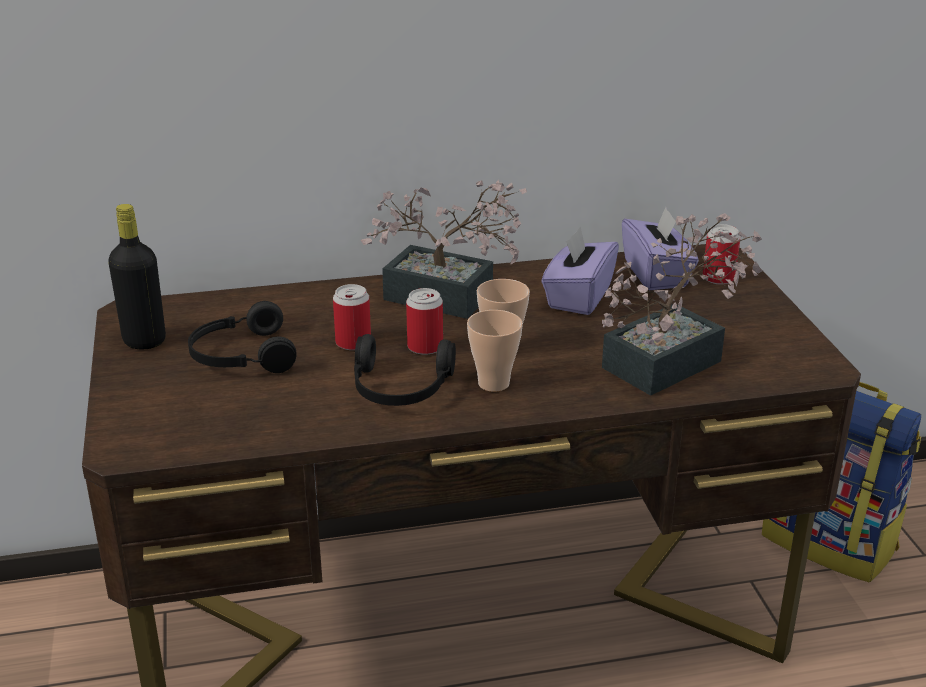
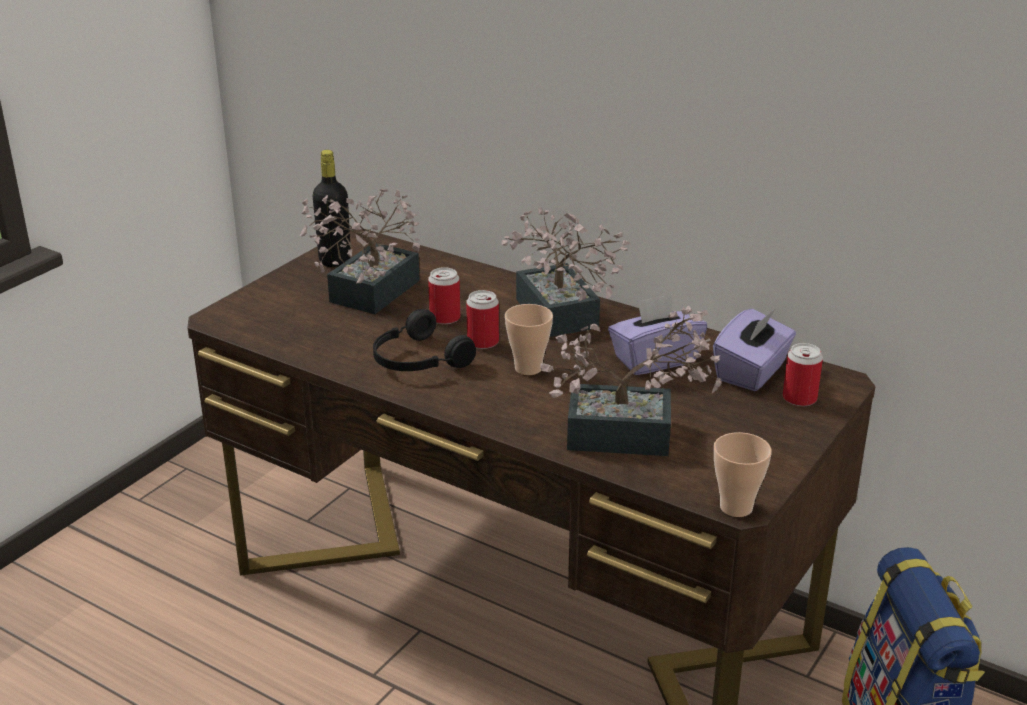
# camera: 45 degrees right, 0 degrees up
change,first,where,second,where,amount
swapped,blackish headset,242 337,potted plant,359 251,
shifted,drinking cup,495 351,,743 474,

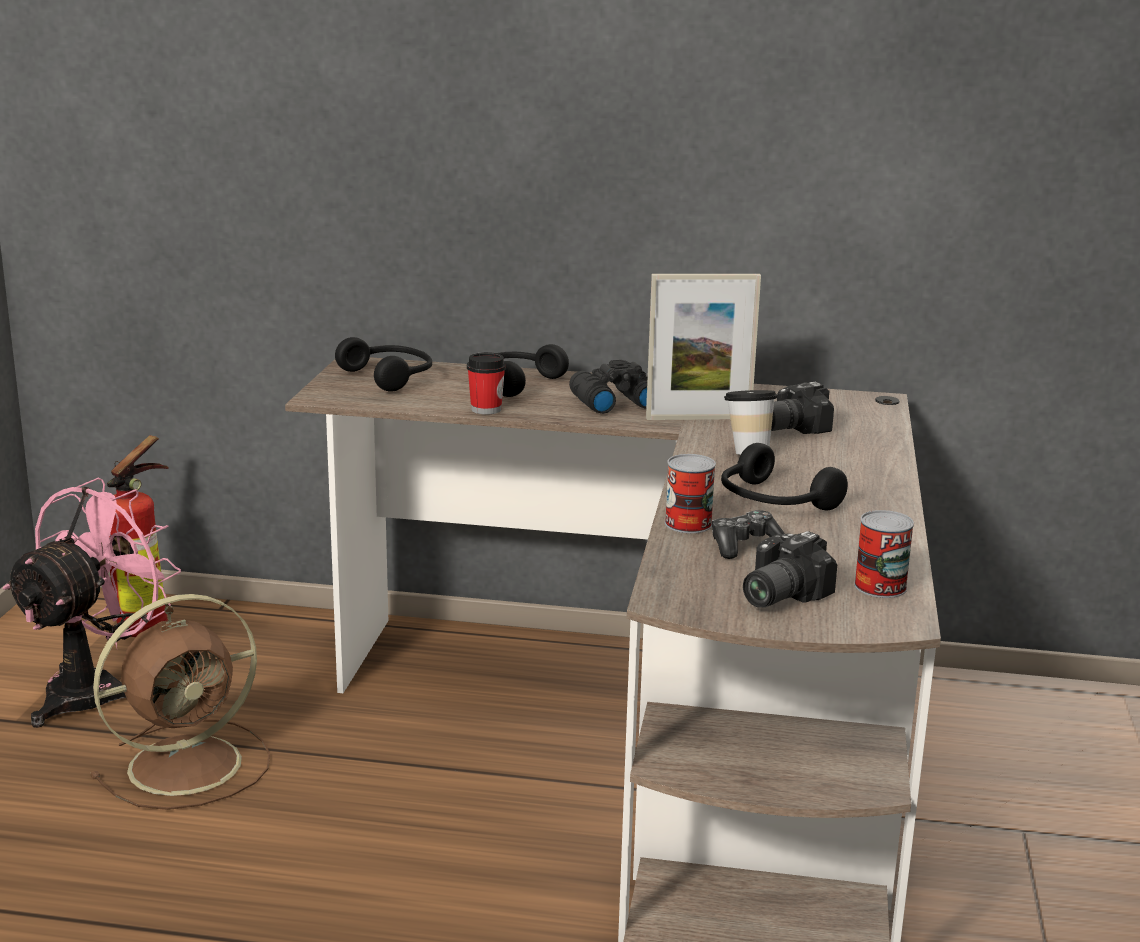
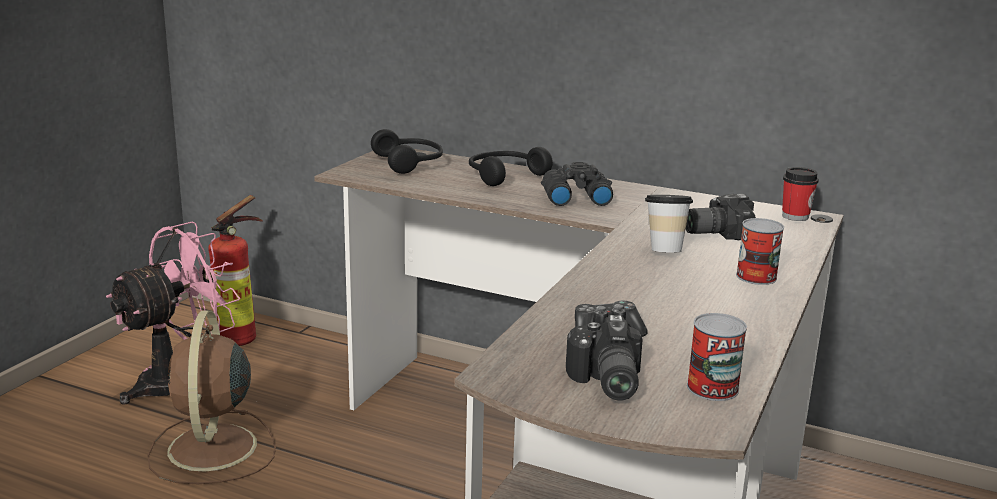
# camera: 15 degrees right, 0 degrees up
change,first,where,second,where,amount
gone,picture frame,703 347,,,
shifted,drinking cup,486 383,,800 194,
gone,blackish headset,784 477,,,
shifted,sealed can,690 493,,760 251,
rotated,still camera,790 569,,604 358,60 degrees counterclockwise
rotated,brown-coloured electric fan,180 702,,212 397,105 degrees clockwise

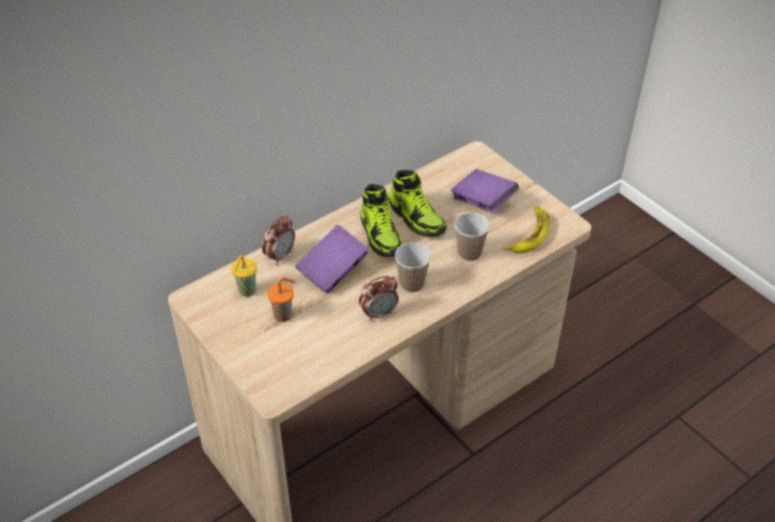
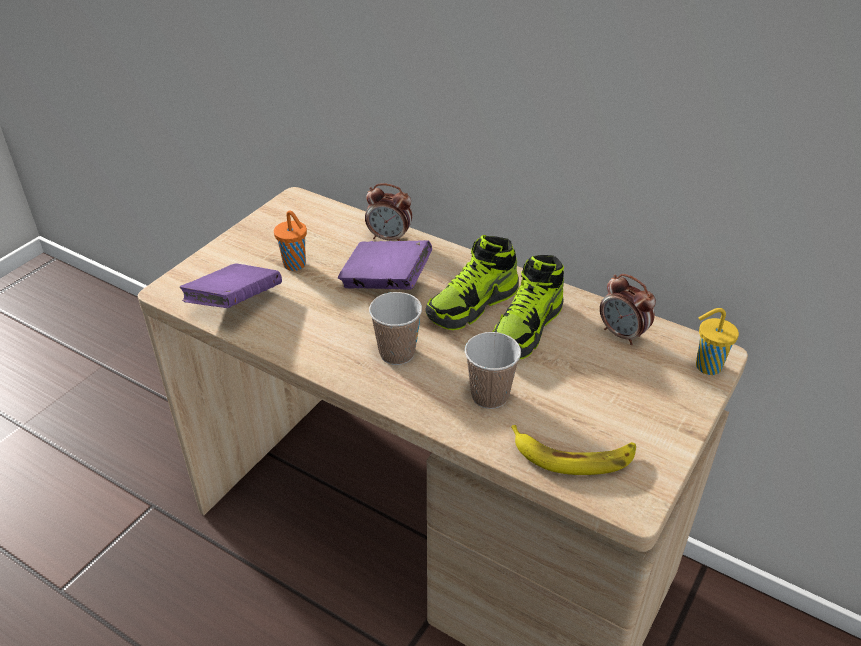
# camera: 70 degrees right, 5 degrees down
change,first,where,second,where,amount
shifted,purple-coloured bound book,485 191,,231 285,
shifted,yellowish drinking cup,244 276,,717 341,
shifted,bedside clock,379 298,,628 309,

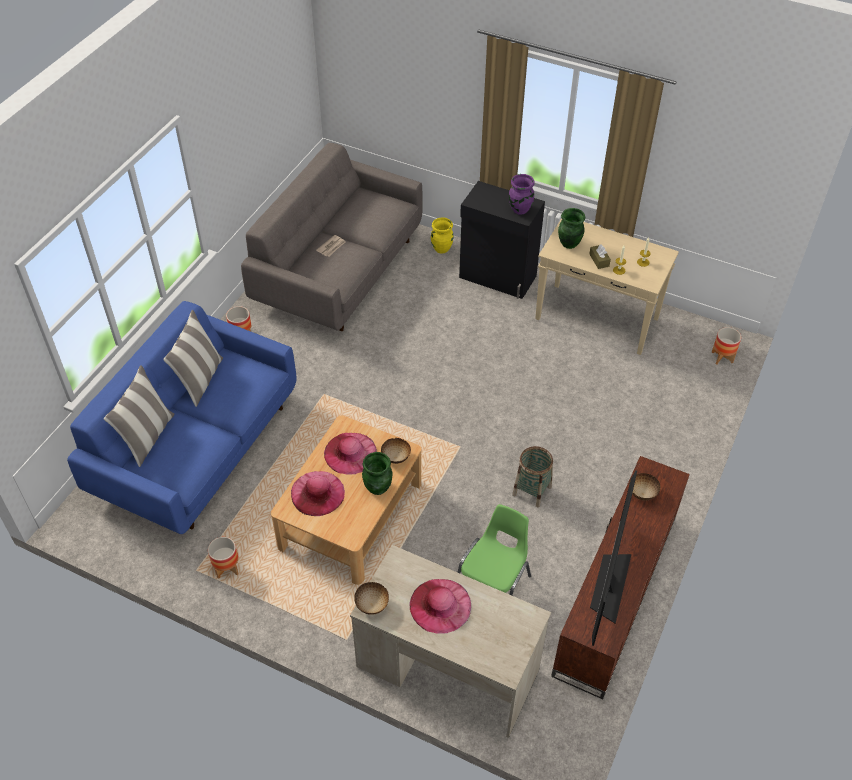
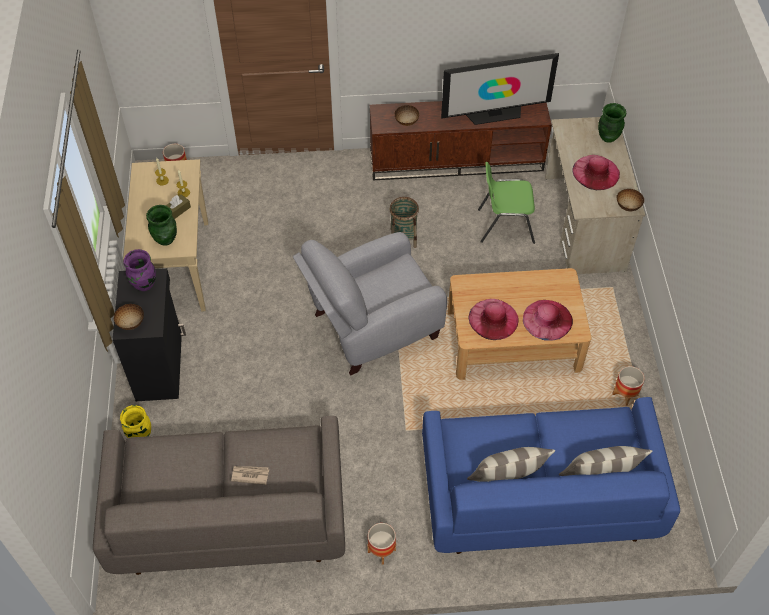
# camera: 120 degrees left, 5 degrees up
change,first,where,second,where,amount
shifted,deep dish,396 451,,129 317,
shifted,green-coloured vase,377 473,,612 123,
new,,,grey easy chair,370 303,

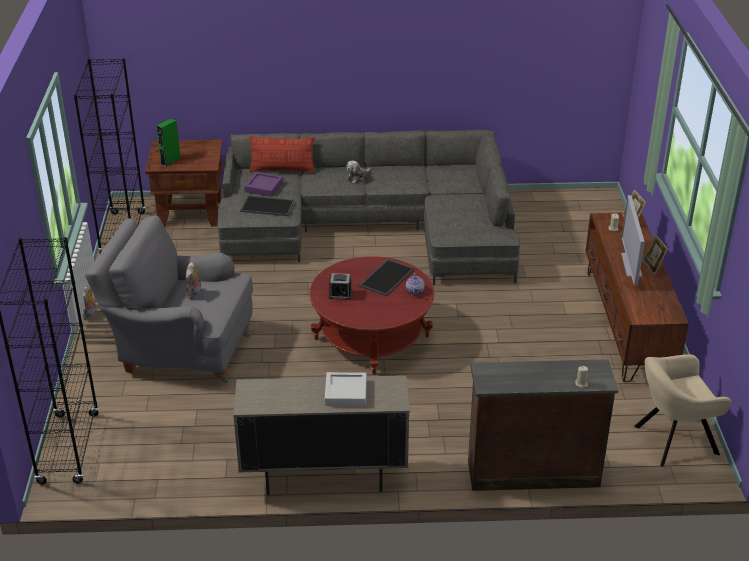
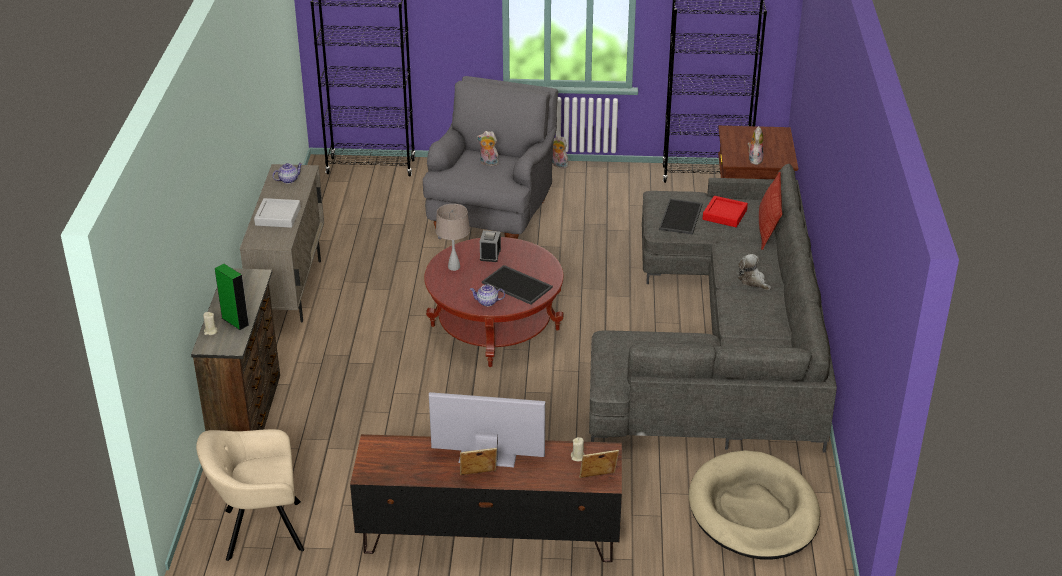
# camera: 95 degrees right, 0 degrees up
change,first,where,second,where,amount
shifted,green-coloured speaker,168 142,,232 297,
repainted,purple-coloured tray,263 184,reddish tray,725 211,
rotated,beige-coloured easy chair,682 410,,250 495,90 degrees counterclockwise
new,,,plush toy,756 145,
new,,,pot for tea,288 173,
new,,,beige-coloured lamp for a table,453 237,
new,,,beige-coloured dog bed,754 505,

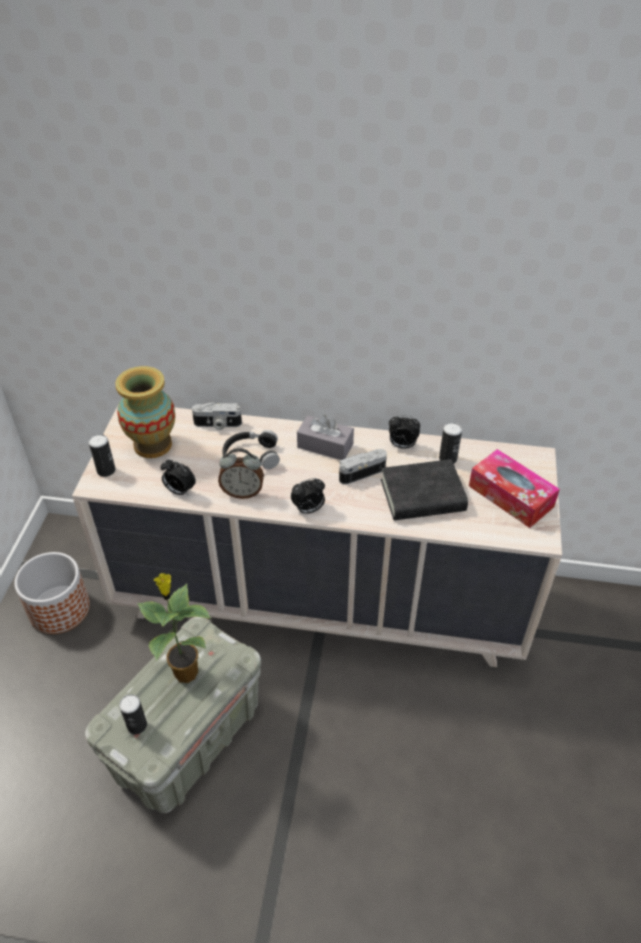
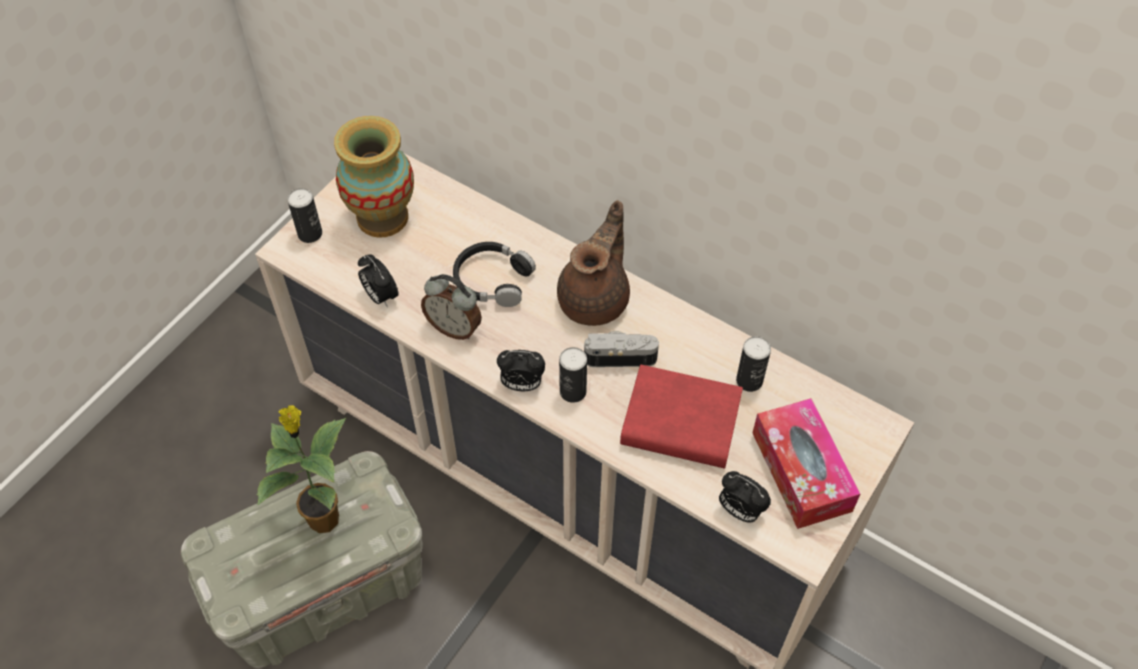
# camera: 25 degrees right, 10 degrees up
change,first,where,second,where,amount
gone,still camera,217 416,,,
swapped,grey tissue box,325 437,brown-coloured pot for tea,593 263,
shifted,bedside clock,404 432,,745 497,
repainted,blackish bound book,424 489,reddish bound book,681 416,
gone,plant pot,52 593,,,
shifted,sealed can,133 714,,573 375,

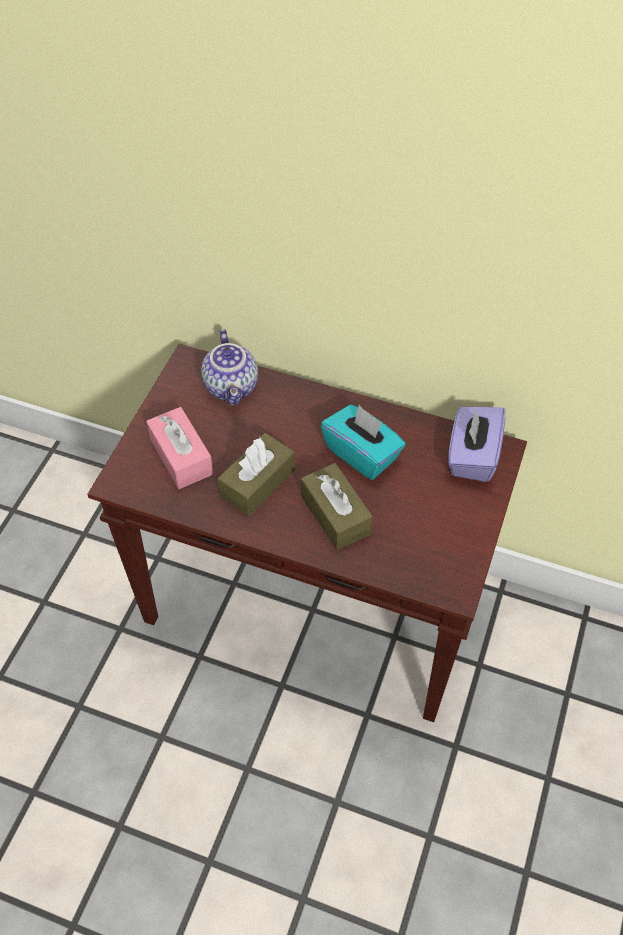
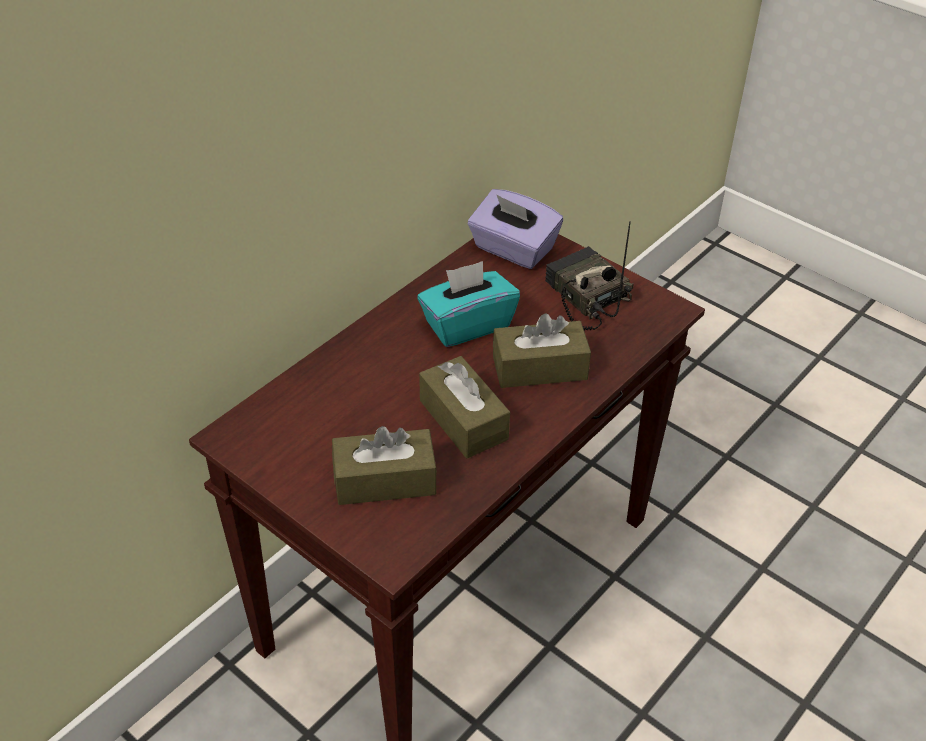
# camera: 70 degrees left, 10 degrees down
change,first,where,second,where,amount
gone,pot for tea,229 367,,,
repainted,pinkish tissue box,179 448,brown-coloured tissue box,384 465,
new,,,radio receiver,589 275,

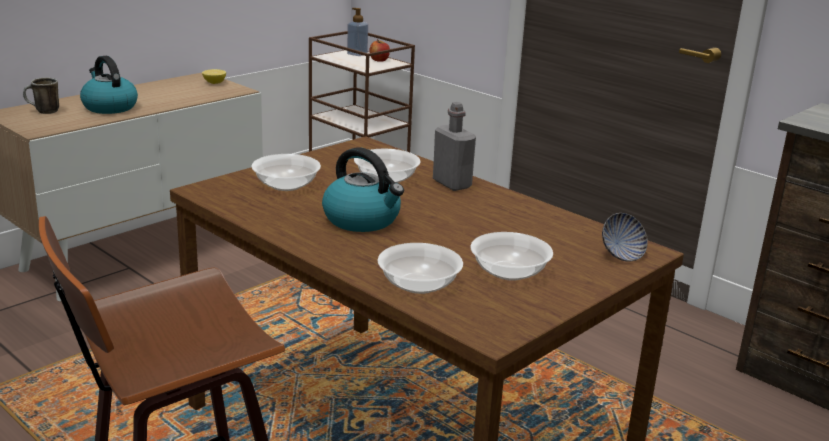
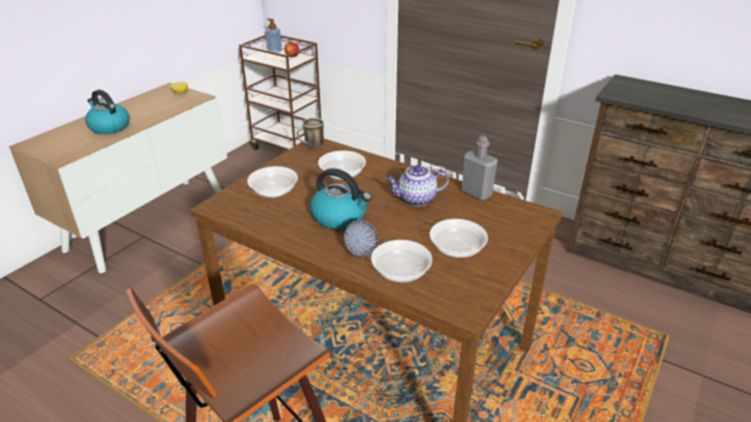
# camera: 10 degrees left, 10 degrees up
change,first,where,second,where,amount
shifted,tea mug,41 95,,310 133,
shifted,grey drink bottle,454 146,,479 168,
shifted,deep dish,625 237,,361 238,
new,,,pot for tea,417 185,

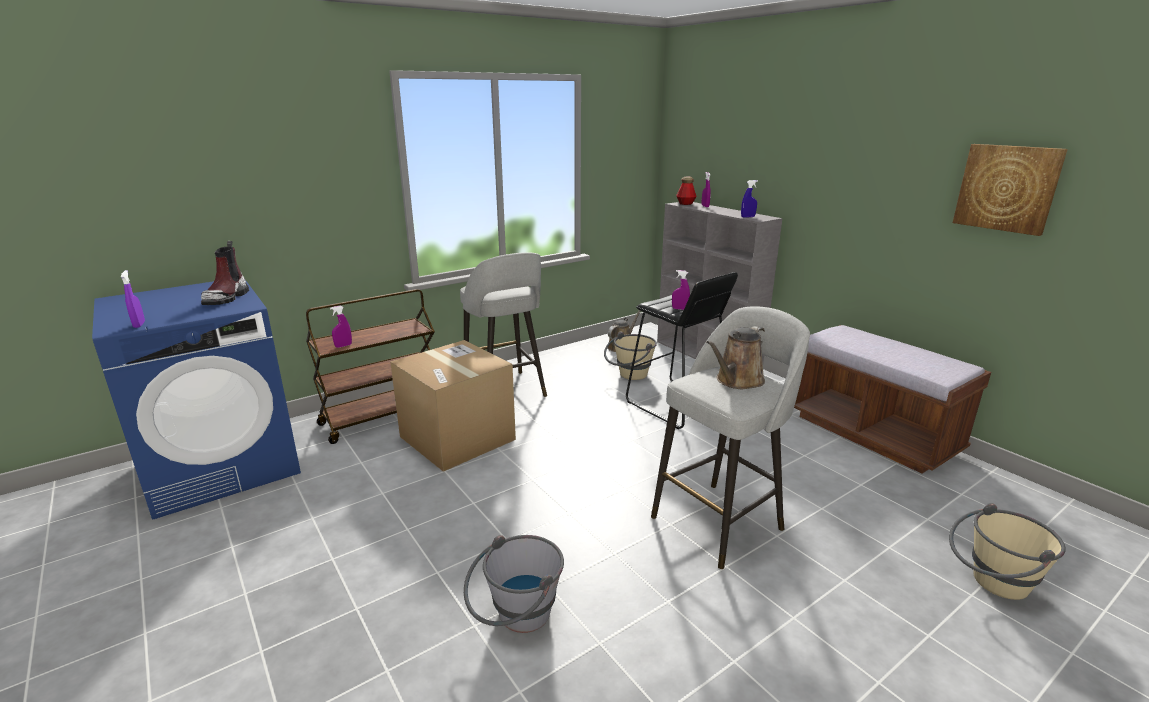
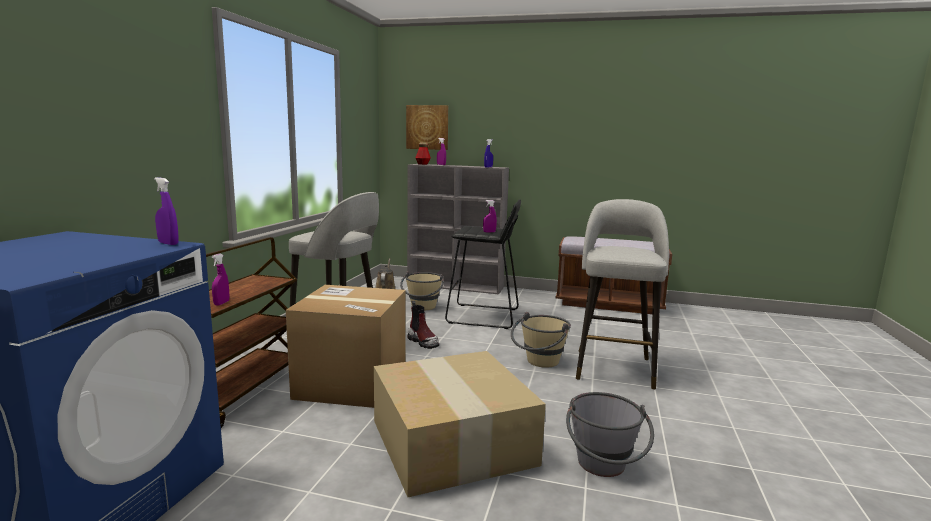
# camera: 40 degrees left, 10 degrees down
change,first,where,second,where,amount
shifted,picture,1010 190,,427 127,
shifted,boot,225 273,,423 325,
shifted,purple-coloured sprayer,133 299,,166 211,
gone,brown-coloured watering pot,735 357,,,
shifted,beige-coloured water bucket,1007 551,,541 340,
new,,,packing box,460 424,

